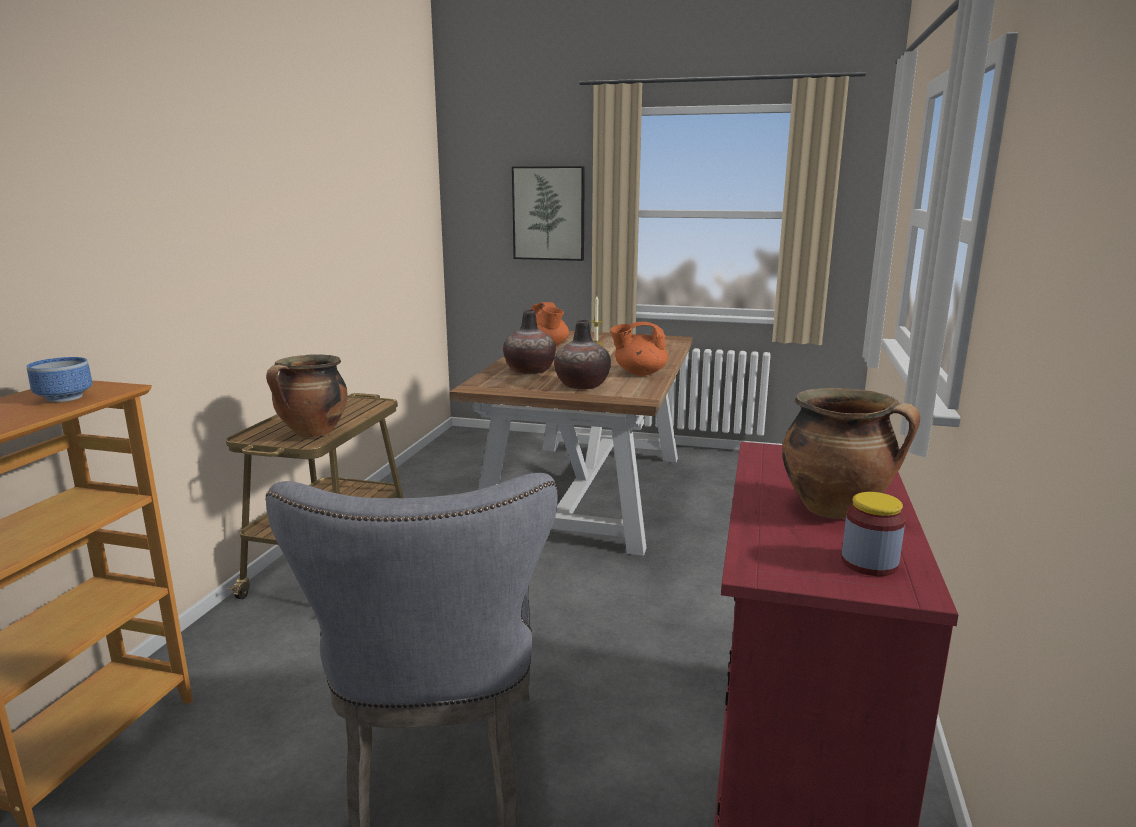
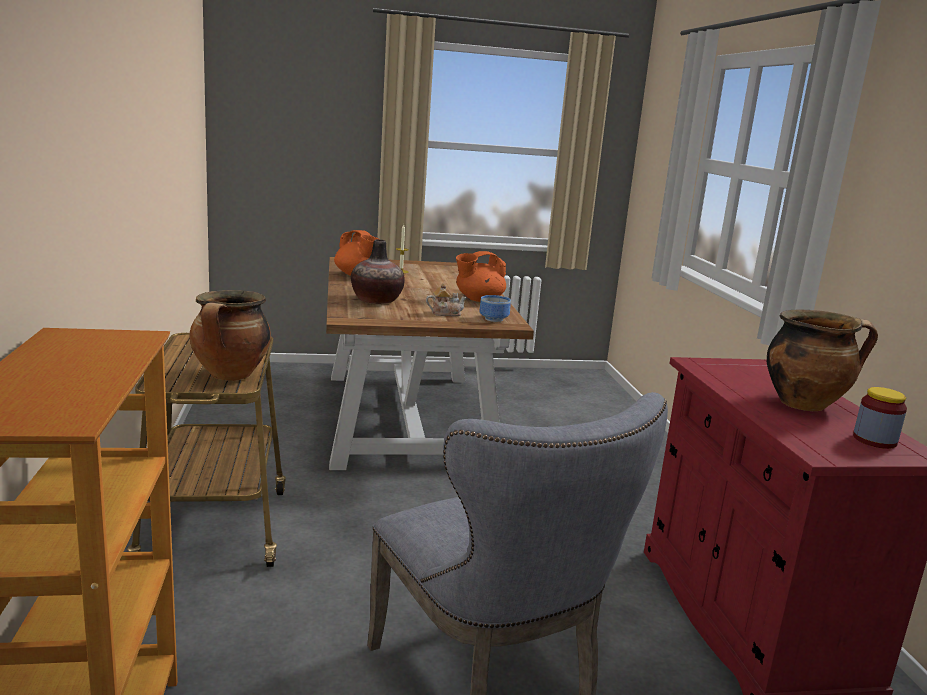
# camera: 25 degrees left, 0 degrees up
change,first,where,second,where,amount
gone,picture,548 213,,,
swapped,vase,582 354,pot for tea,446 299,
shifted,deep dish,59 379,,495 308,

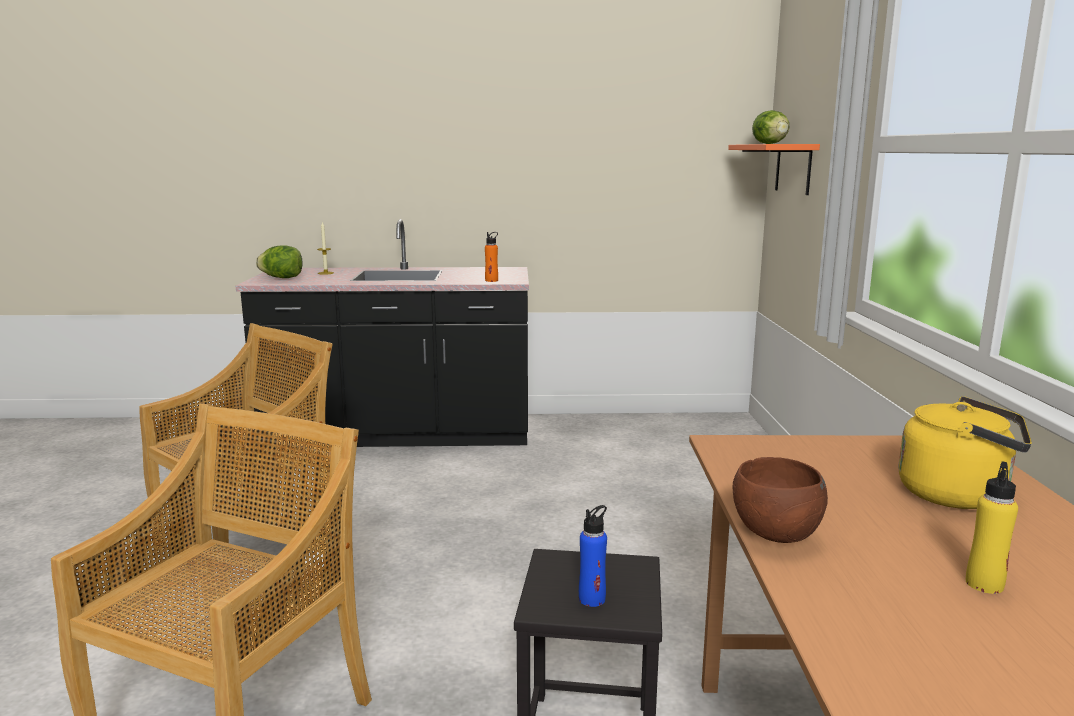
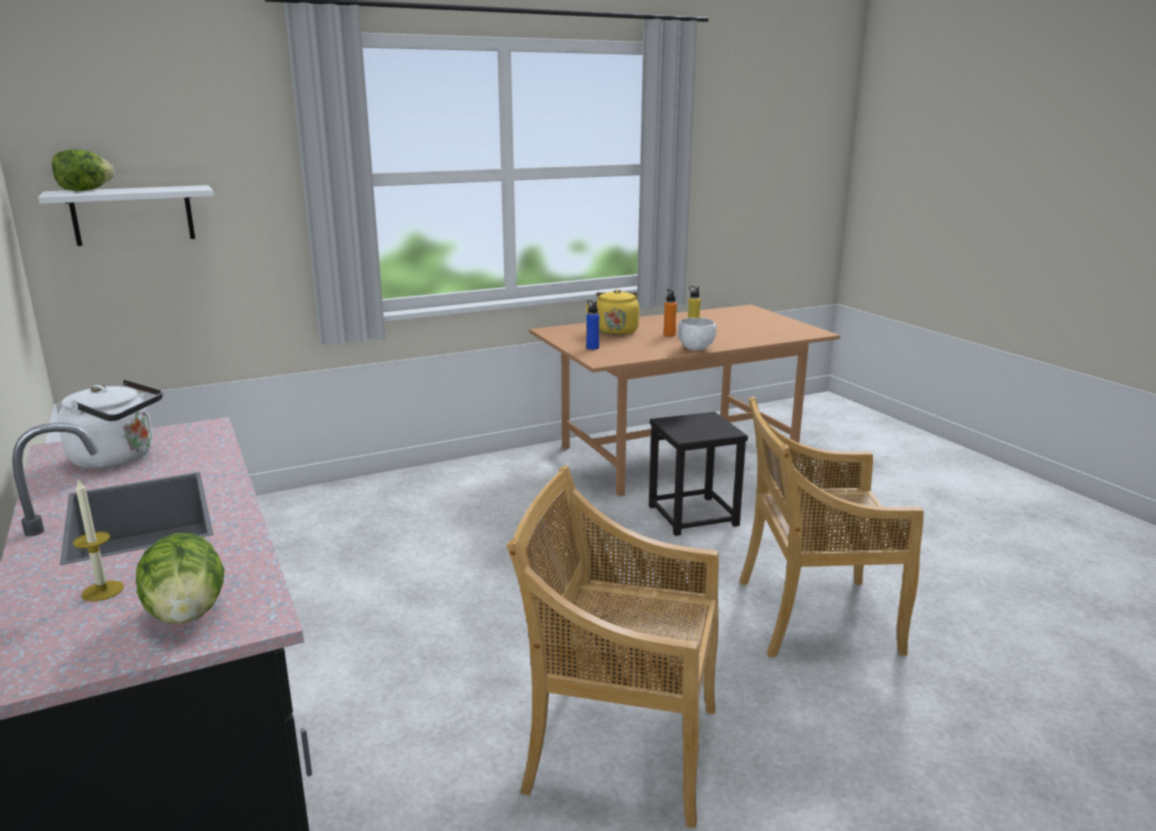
# camera: 115 degrees left, 5 degrees up
change,first,where,second,where,amount
repainted,orange shelf,774 169,white shelf,126 215,
shifted,orange drink bottle,491 257,,670 312,
repainted,brown-coloured deep dish,780 500,white deep dish,697 334,
shifted,blue-coloured drink bottle,593 556,,592 325,
new,,,white tea kettle,110 424,

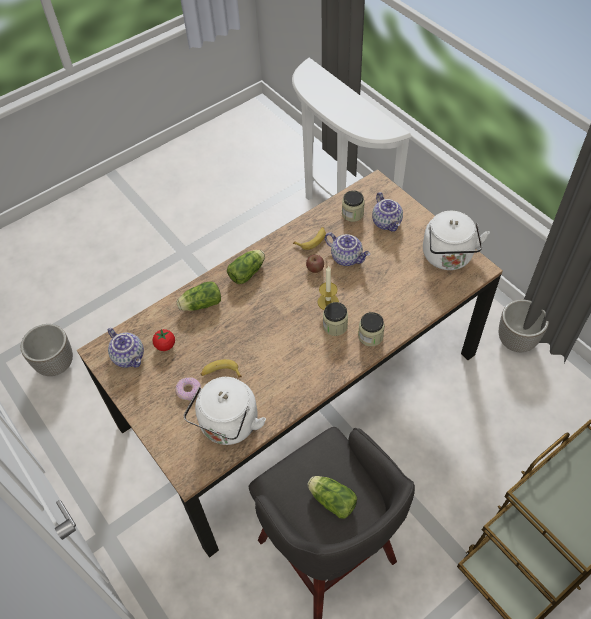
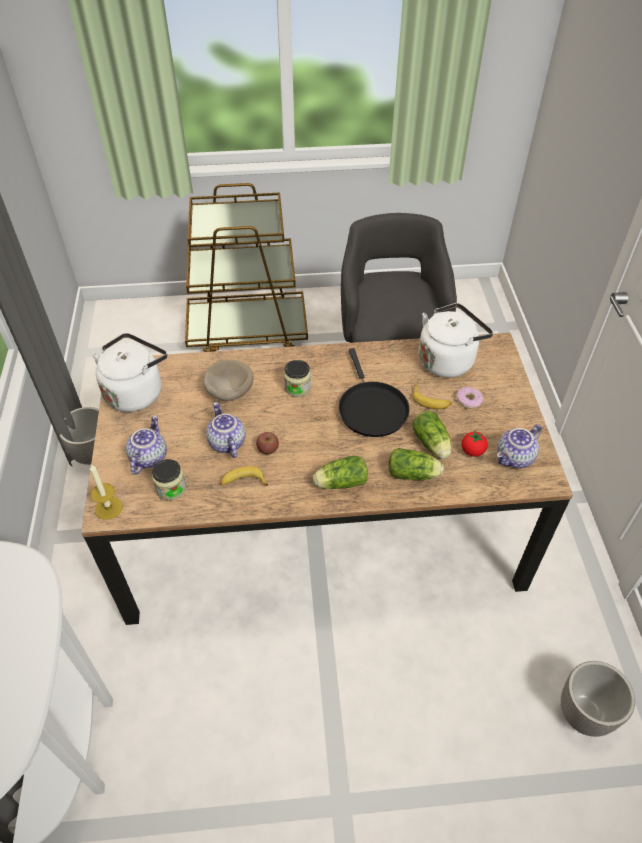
# camera: 150 degrees left, 5 degrees down
change,first,where,second,where,amount
shifted,wax candle,328 288,,106 492,
gone,storage jar,371 329,,,
rotated,pot for tea,126 348,,519 446,120 degrees counterclockwise
shifted,lettuce head,332 497,,432 435,
new,,,blackish skillet,374 392,
new,,,beige-coloured deep dish,228 380,

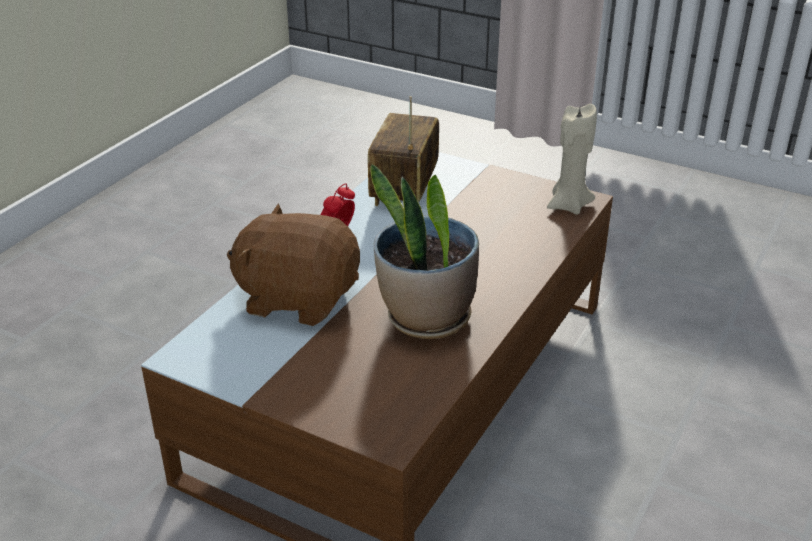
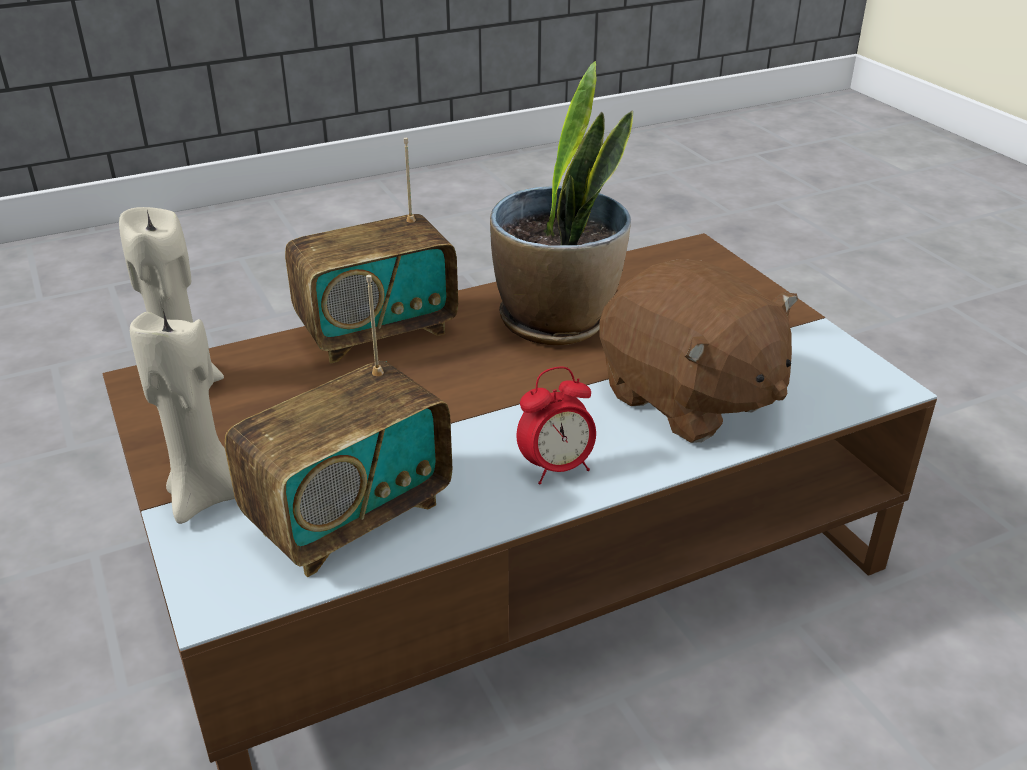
# camera: 145 degrees left, 0 degrees up
change,first,where,second,where,amount
new,,,radio receiver,371 251,
new,,,beige-coloured wax candle,182 417,

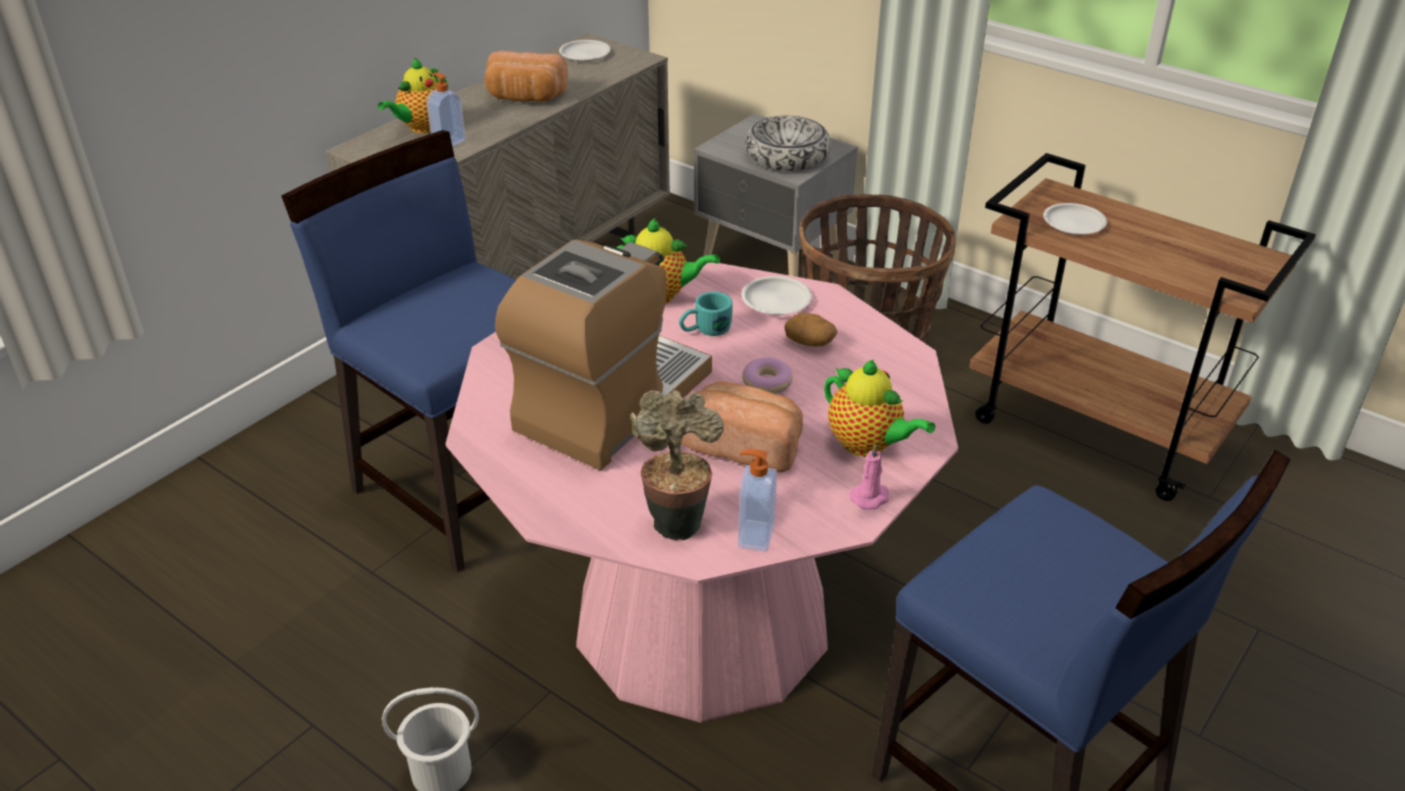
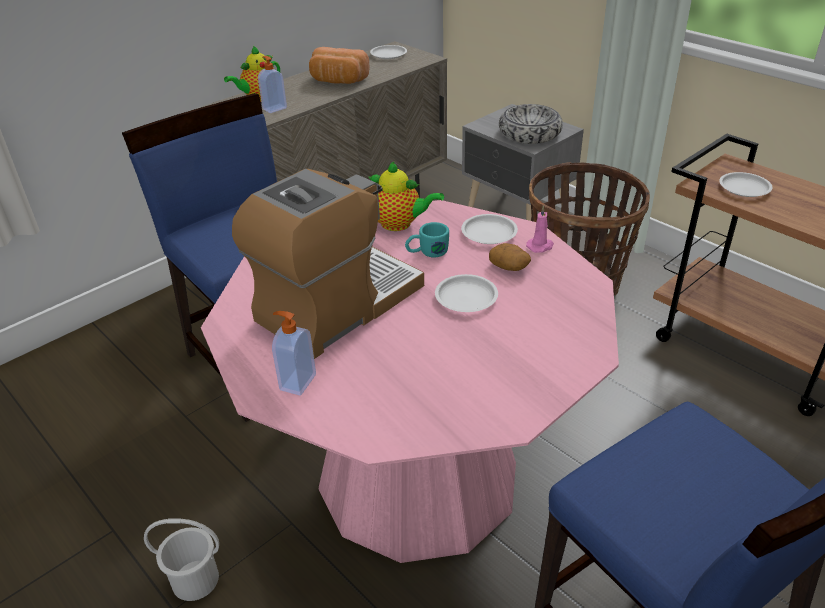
# camera: 10 degrees right, 0 degrees up
change,first,where,second,where,amount
swapped,ring doughnut,767 376,white dinner plate,466 293,
gone,pot for tea,879 408,,,
gone,bread,742 426,,,
gone,potted plant,677 465,,,
shifted,pinkish wax candle,869 476,,540 229,
shifted,soap bottle,757 500,,294 353,

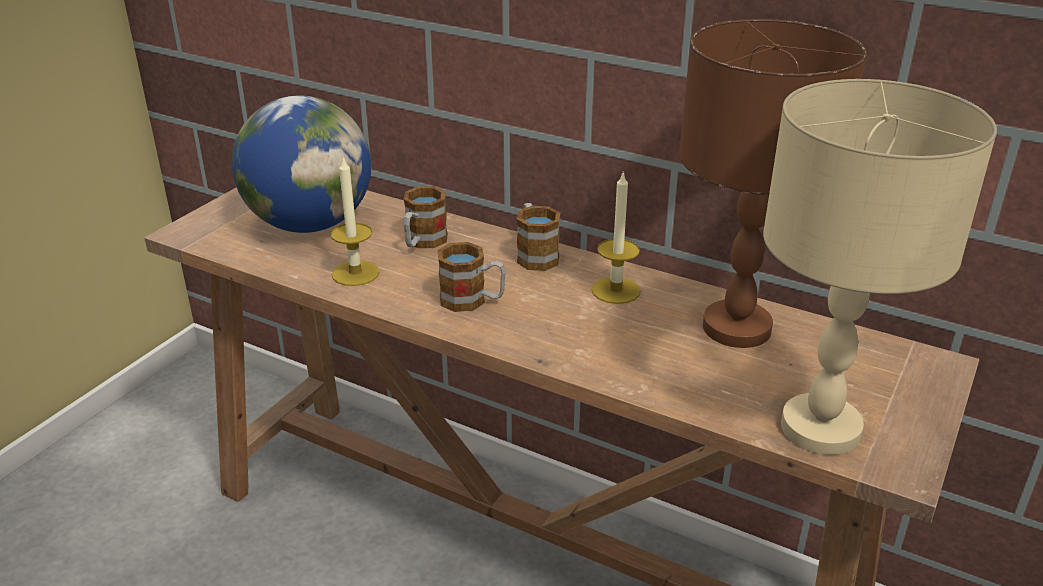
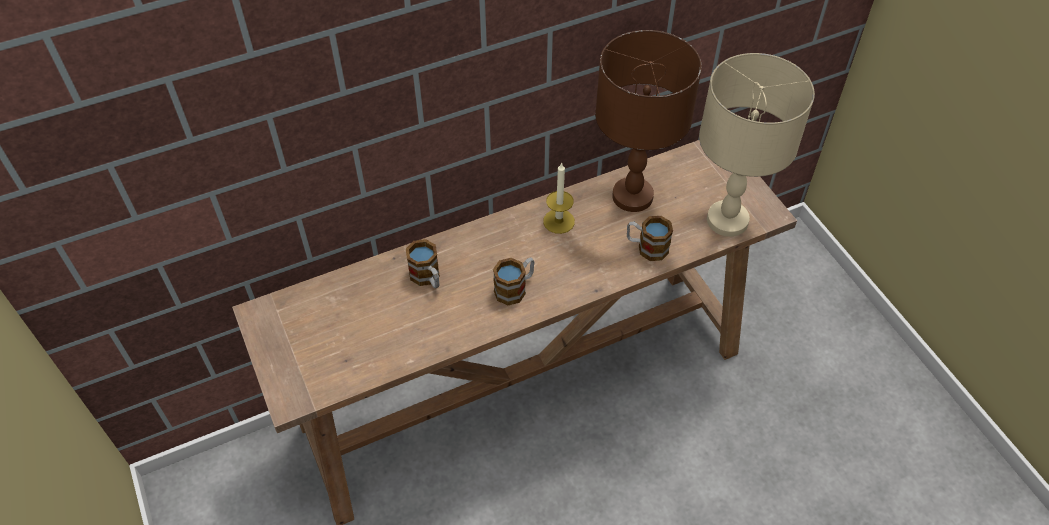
# camera: 55 degrees left, 20 degrees up
change,first,where,second,where,amount
gone,globe,301 164,,,
gone,wax candle,355 221,,,
shifted,tea mug,538 237,,650 238,

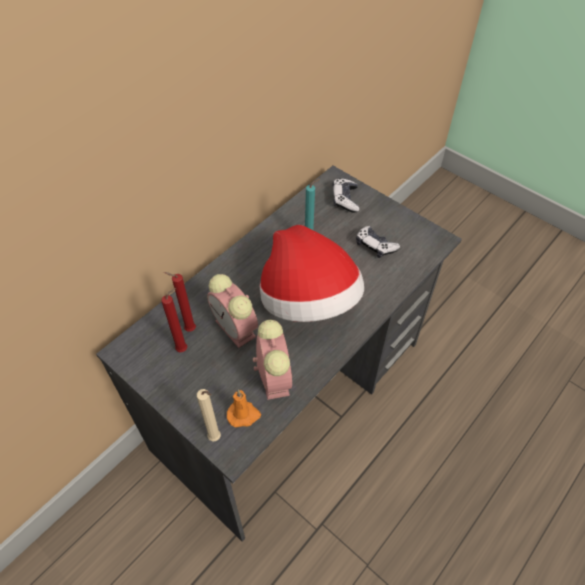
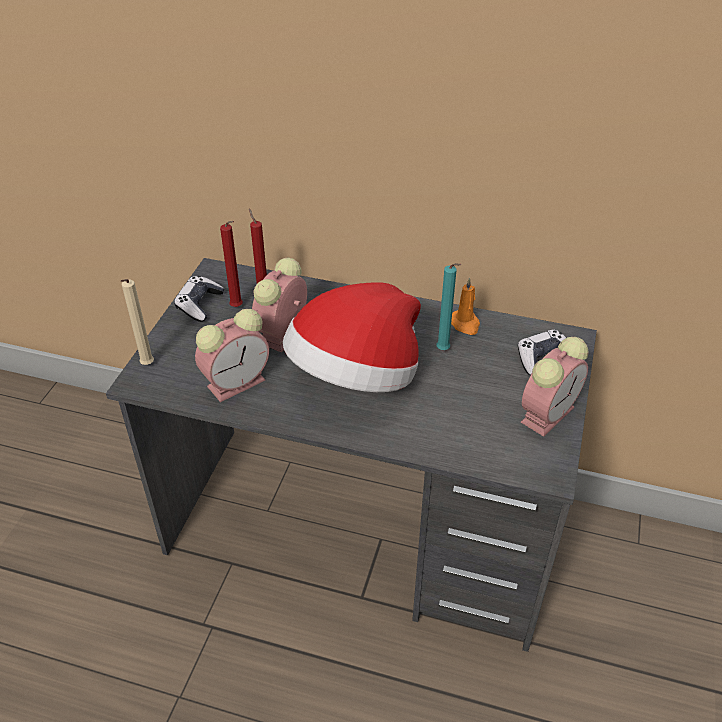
# camera: 65 degrees right, 10 degrees down
change,first,where,second,where,amount
shifted,joypad,378 242,,199 299,
shifted,orange wax candle,244 408,,465 306,
new,,,bedside clock,555 387,

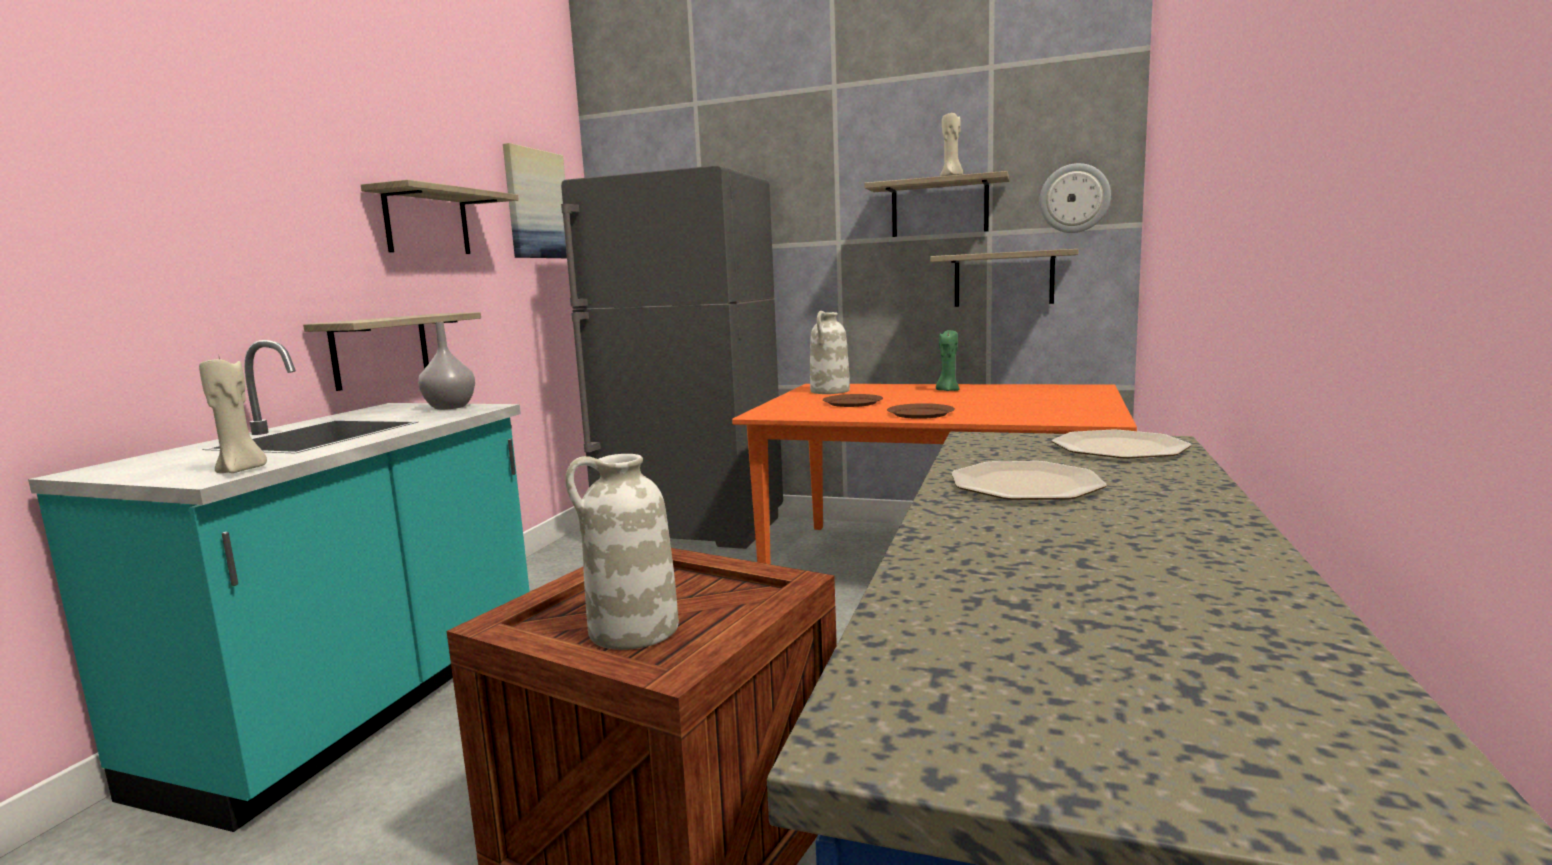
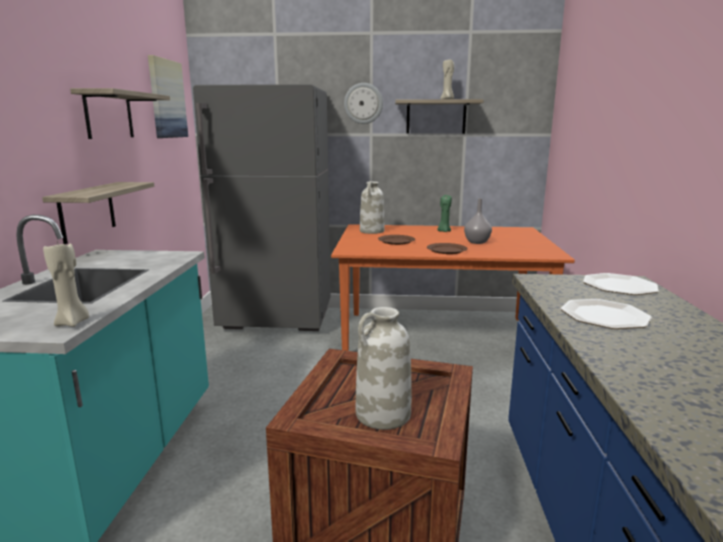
# camera: 15 degrees left, 5 degrees up
change,first,where,second,where,amount
shifted,wall clock,1075 198,,363 103,
gone,shelf,1004 278,,,
shifted,grey vase,446 366,,478 221,

